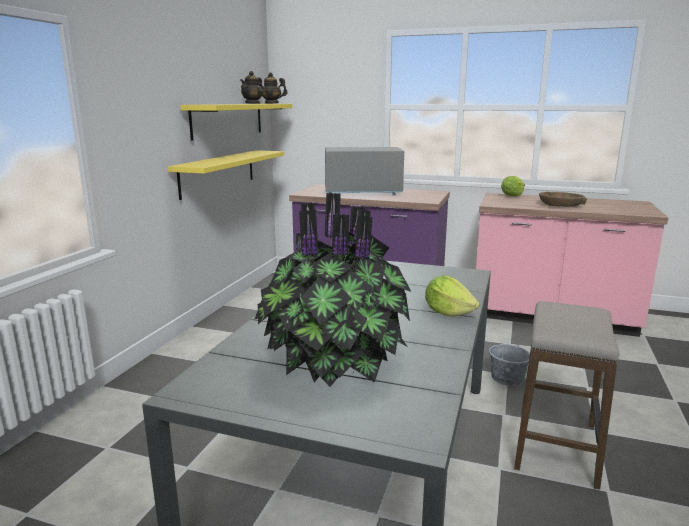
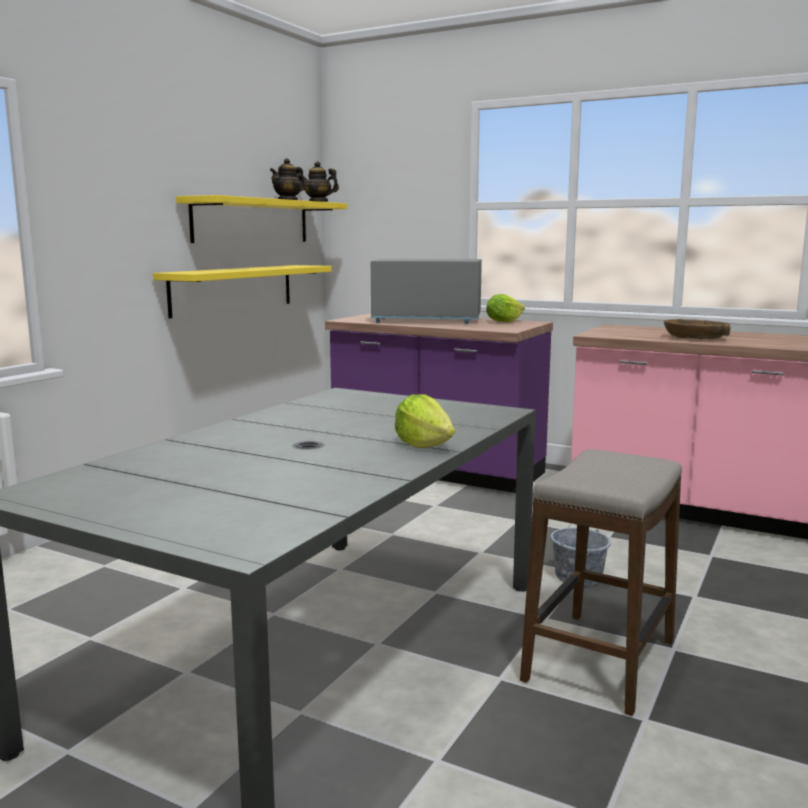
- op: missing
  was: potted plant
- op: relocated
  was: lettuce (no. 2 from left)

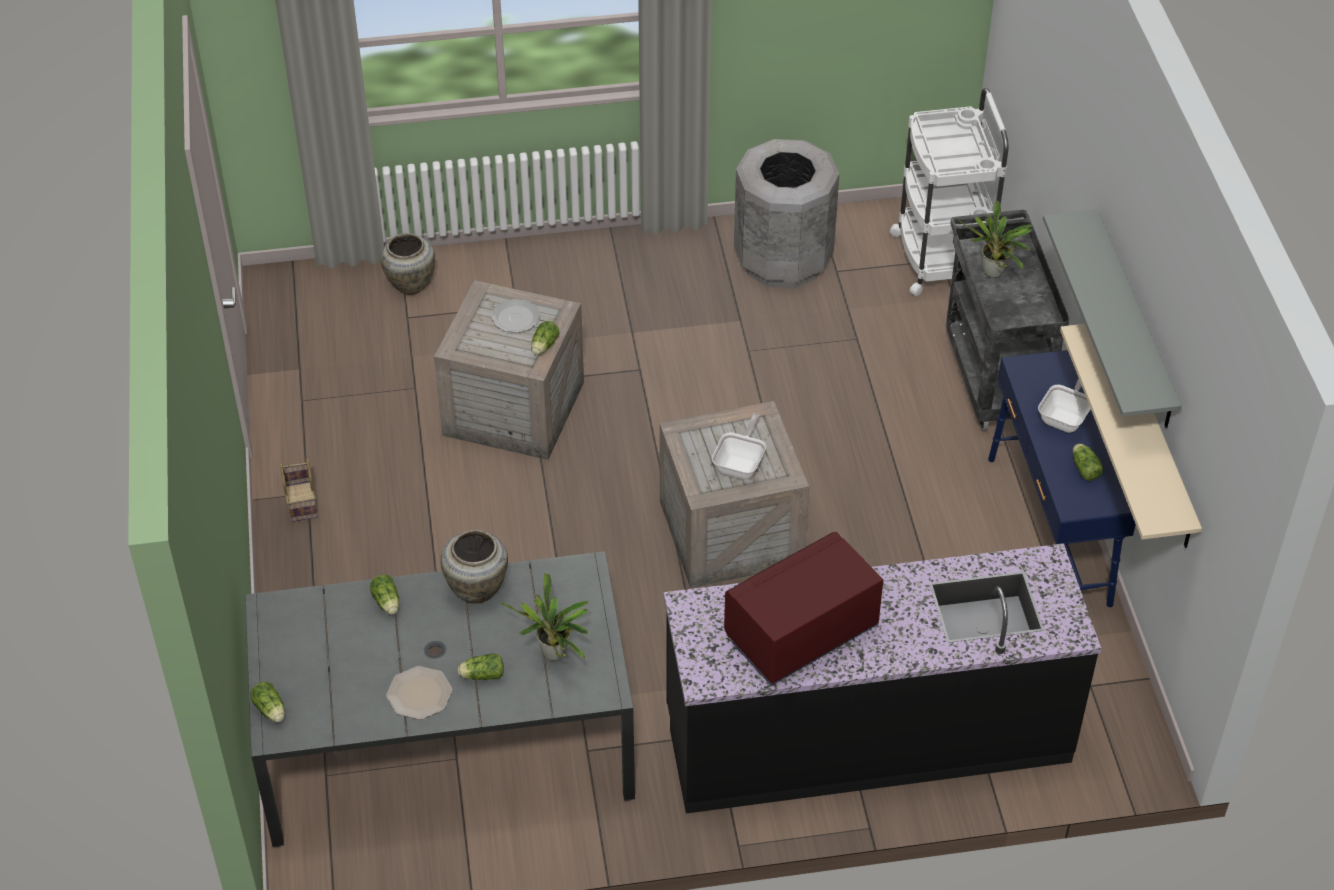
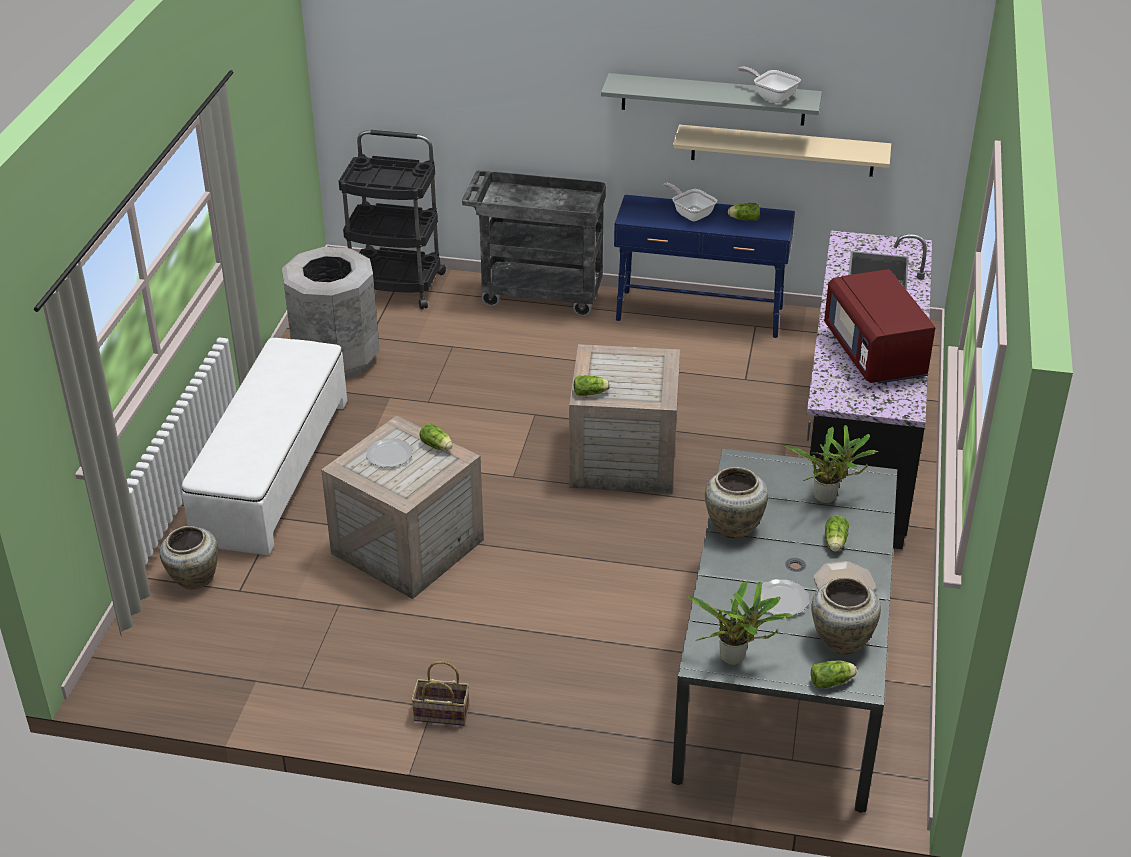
- op: appeared
  now: bench in white
- op: appeared
  now: plate (no. 2 from left)
- op: appeared
  now: vase in beige (no. 3 from left)
- op: relocated
  was: lettuce (no. 2 from left)
- op: relocated
  was: frying pan (no. 1 from left in the first image)
  now: frying pan (no. 2 from left)
- op: relocated
  was: potted plant (no. 2 from left in the first image)
  now: potted plant (no. 1 from left)
- op: colour
  was: cart in white
  now: cart in black (no. 1 from left)

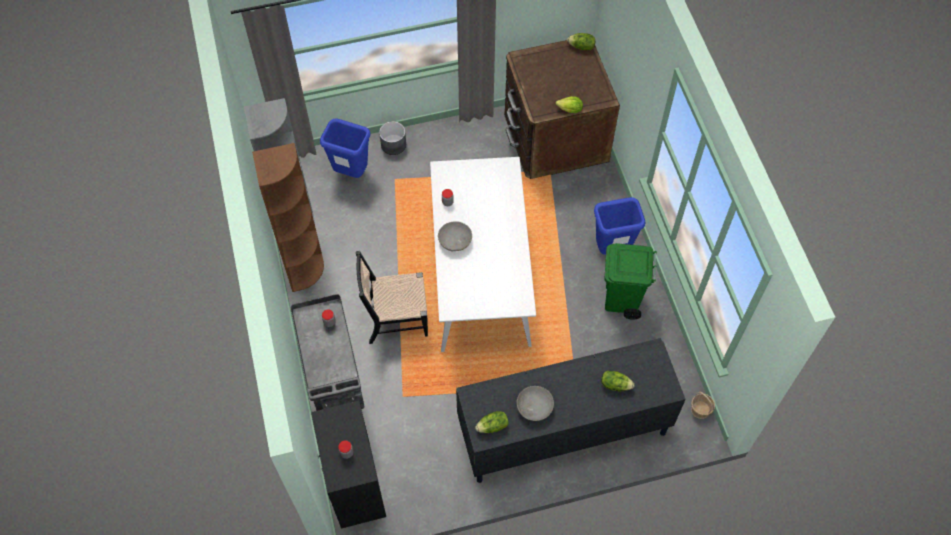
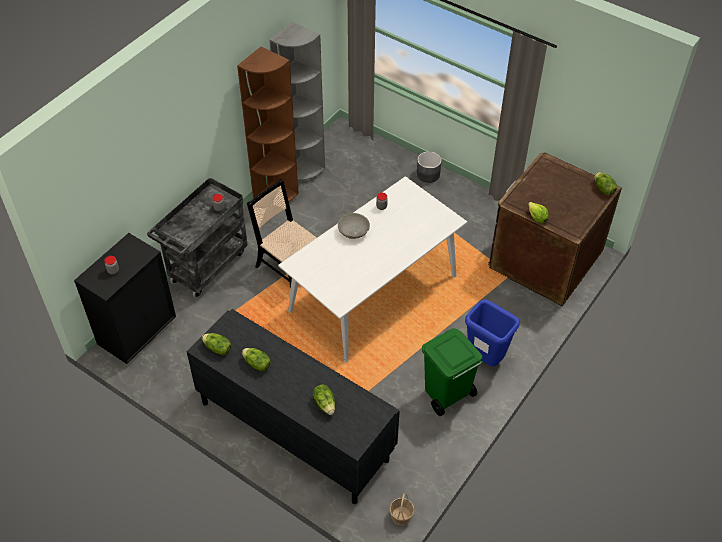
- op: missing
  was: trash can in blue (no. 1 from left)
- op: exchanged
  was: bowl in grey (no. 2 from left)
  now: lettuce (no. 2 from left)

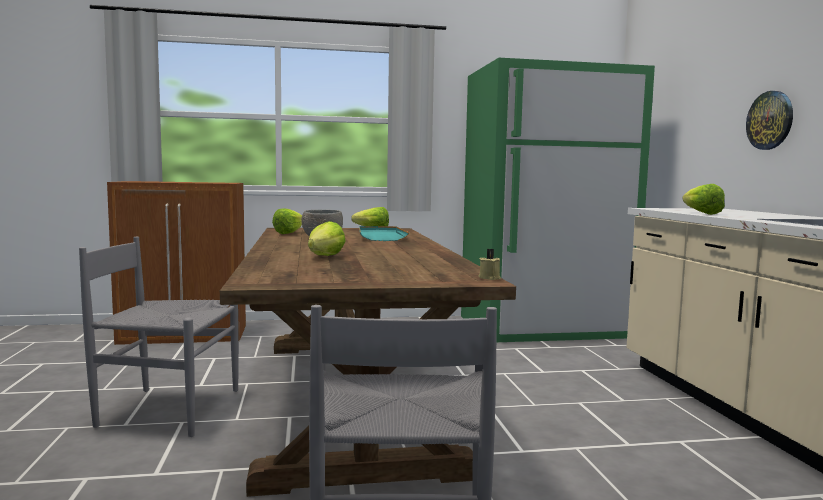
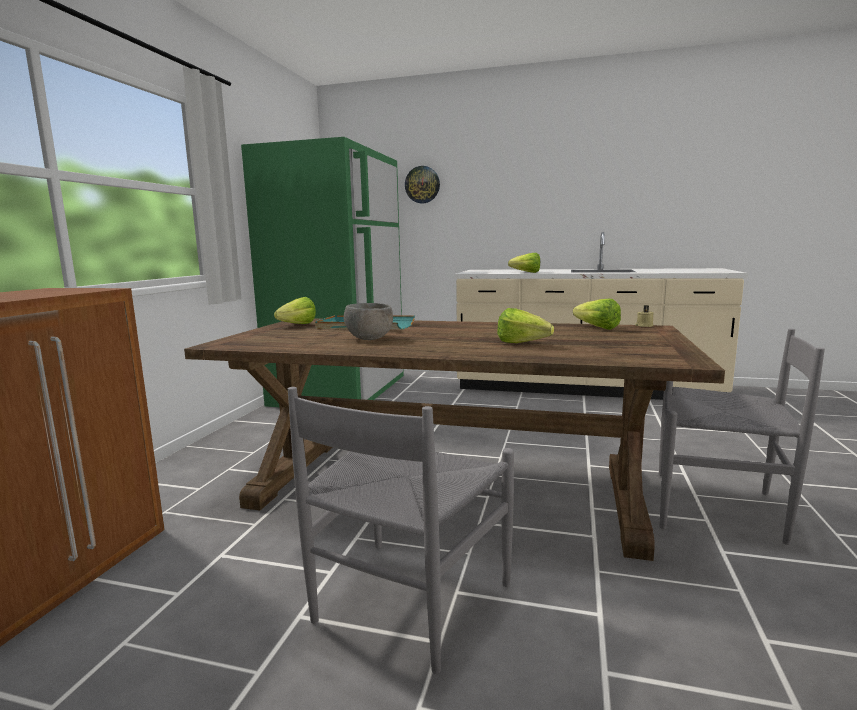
- op: relocated
  was: lettuce (no. 1 from left in the first image)
  now: lettuce (no. 4 from left)
- op: relocated
  was: wall clock

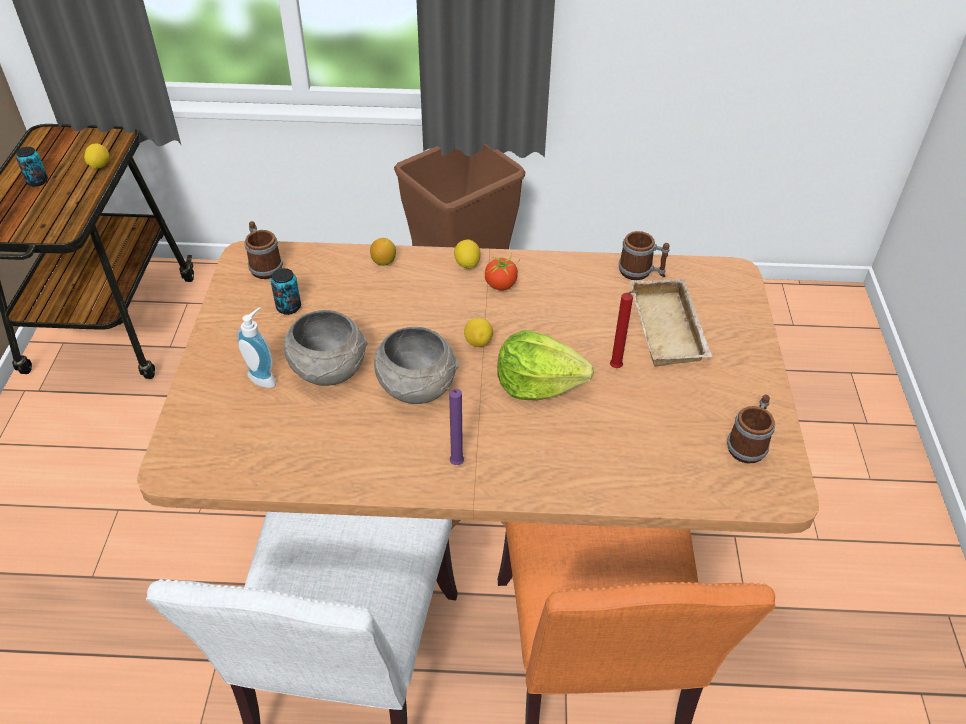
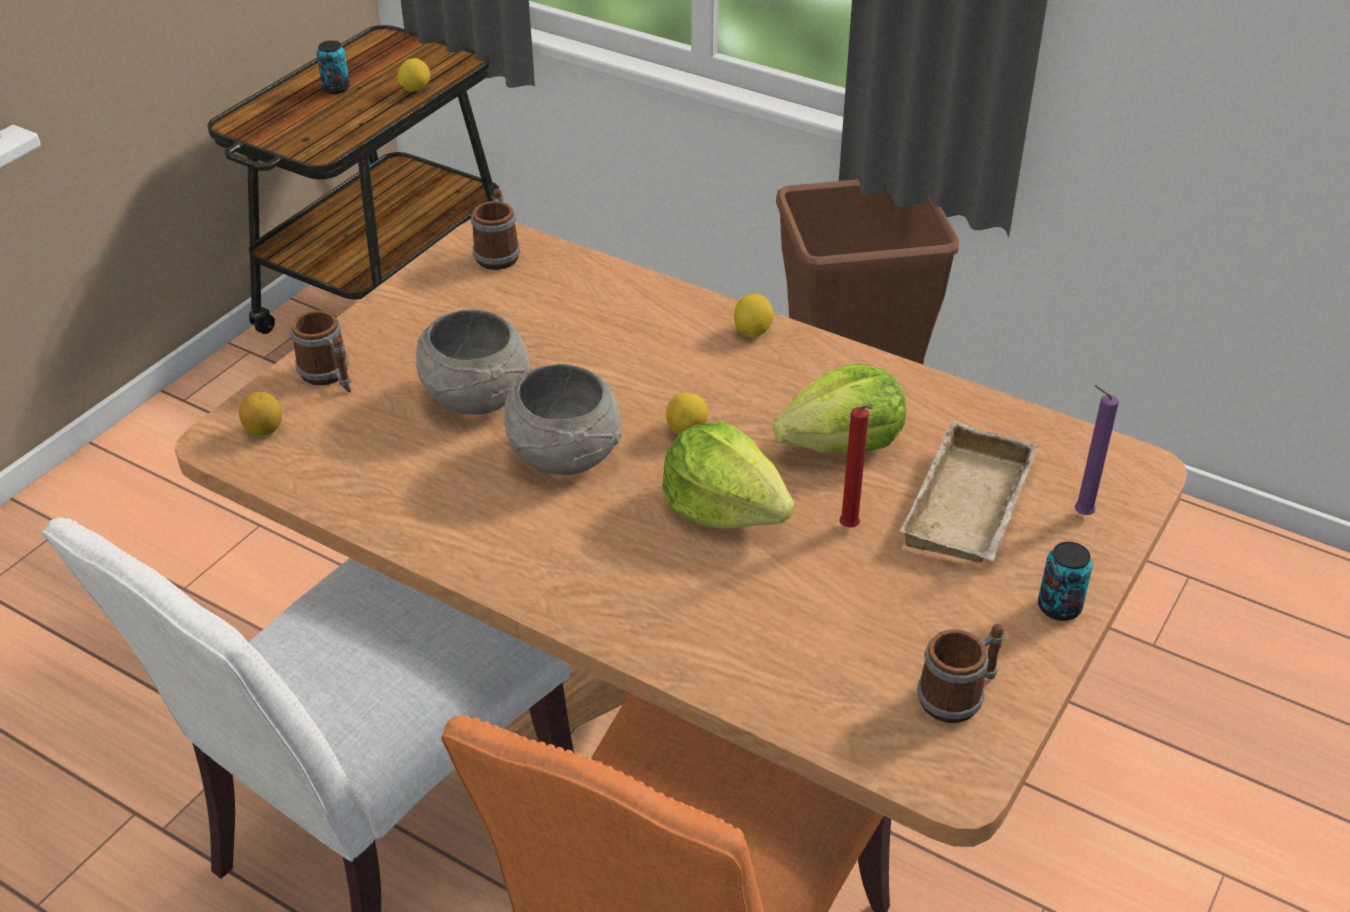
- op: missing
  was: soap dispenser
- op: missing
  was: tomato
- op: appeared
  now: lettuce (no. 2 from left)
- op: relocated
  was: can (no. 2 from left)
- op: relocated
  was: lemon (no. 2 from left in the first image)
  now: lemon (no. 1 from left)
- op: relocated
  was: candle in purple
- op: relocated
  was: mug (no. 2 from left in the first image)
  now: mug (no. 1 from left)

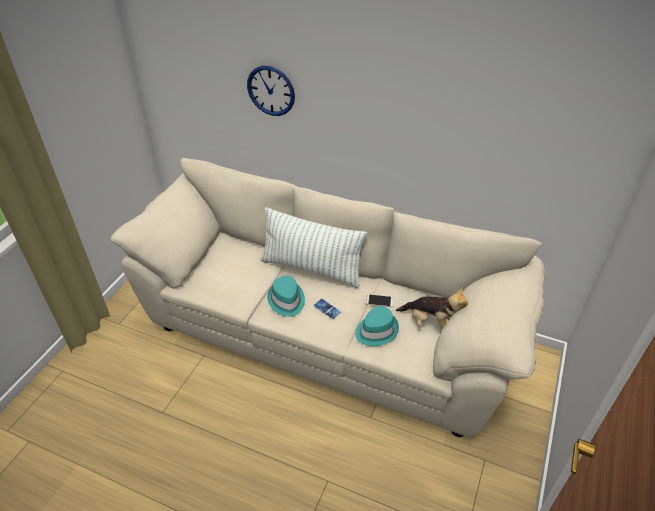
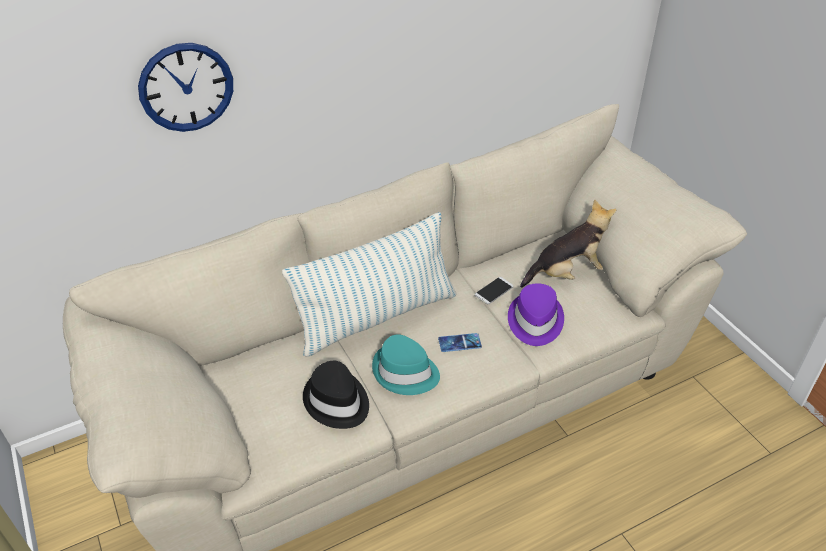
- op: appeared
  now: hat in black
- op: colour
  was: hat in turquoise (no. 2 from left)
  now: hat in purple

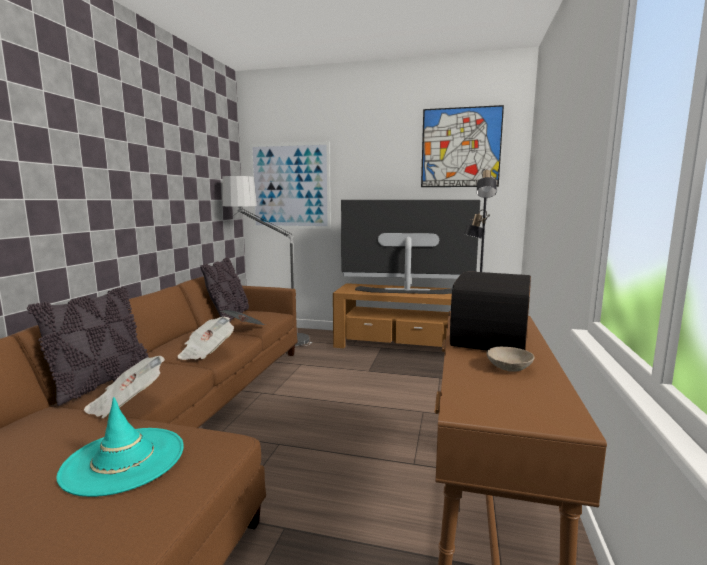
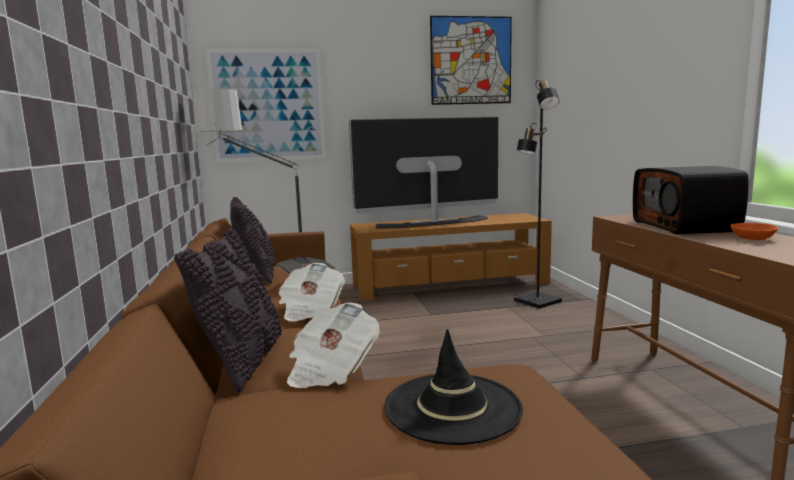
- op: colour
  was: hat in turquoise
  now: hat in black
- op: colour
  was: bowl in beige
  now: bowl in orange

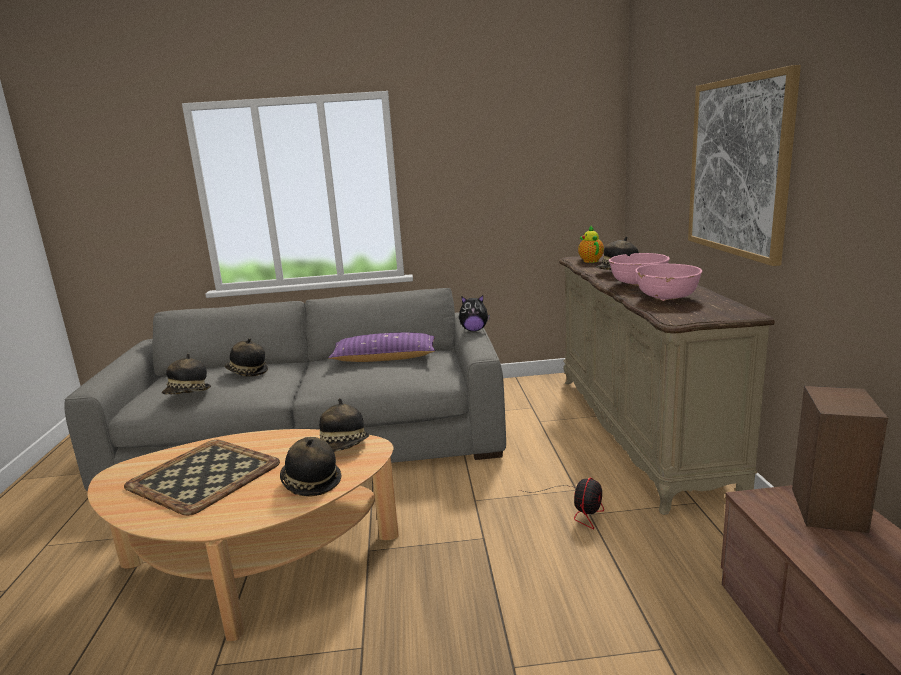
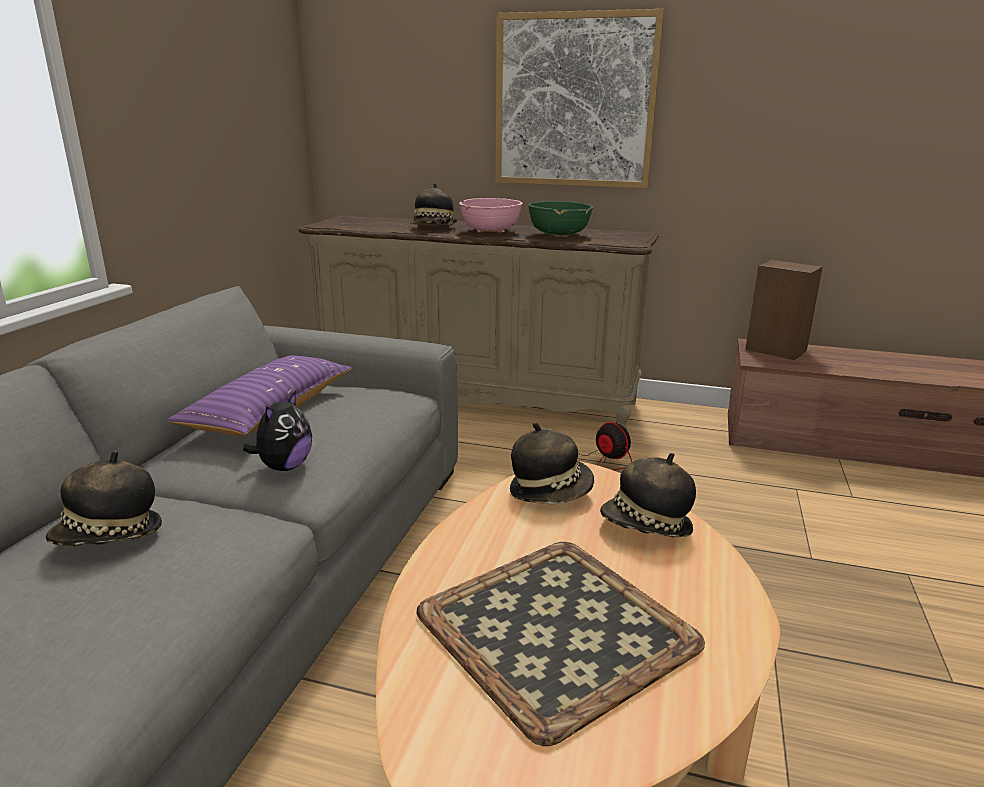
- op: missing
  was: hat (no. 1 from left)
- op: missing
  was: teapot
- op: relocated
  was: plush toy
- op: colour
  was: bowl in pink (no. 2 from left)
  now: bowl in green

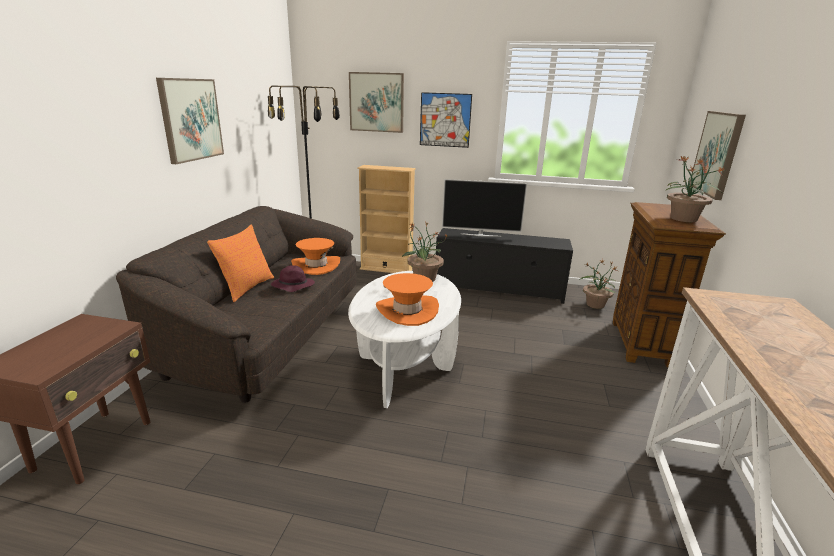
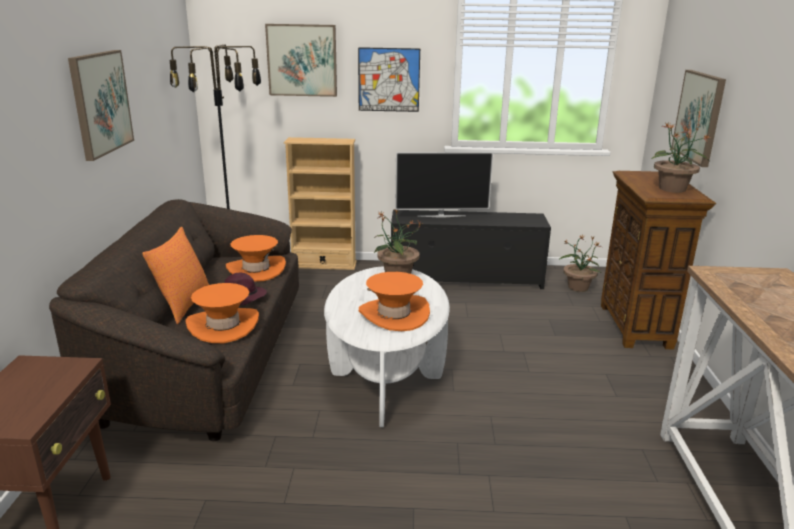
- op: appeared
  now: hat in orange (no. 1 from left)

